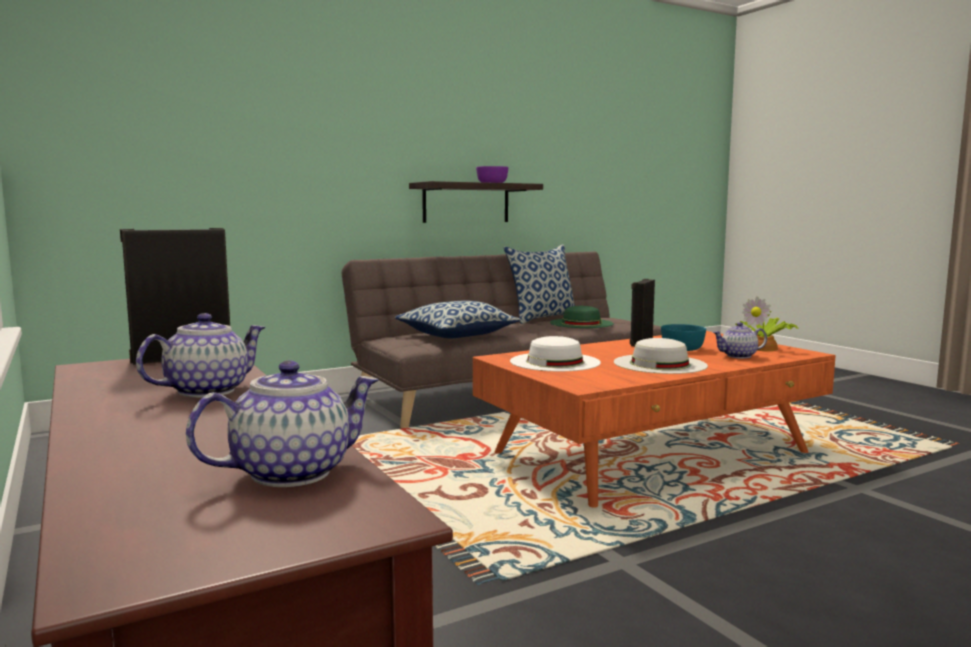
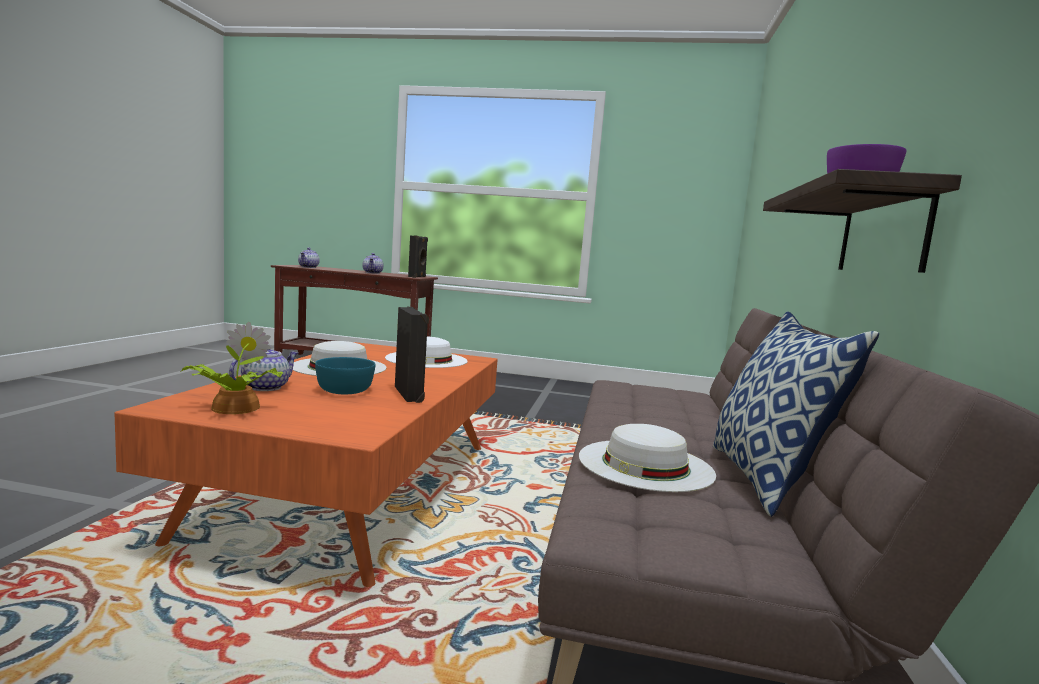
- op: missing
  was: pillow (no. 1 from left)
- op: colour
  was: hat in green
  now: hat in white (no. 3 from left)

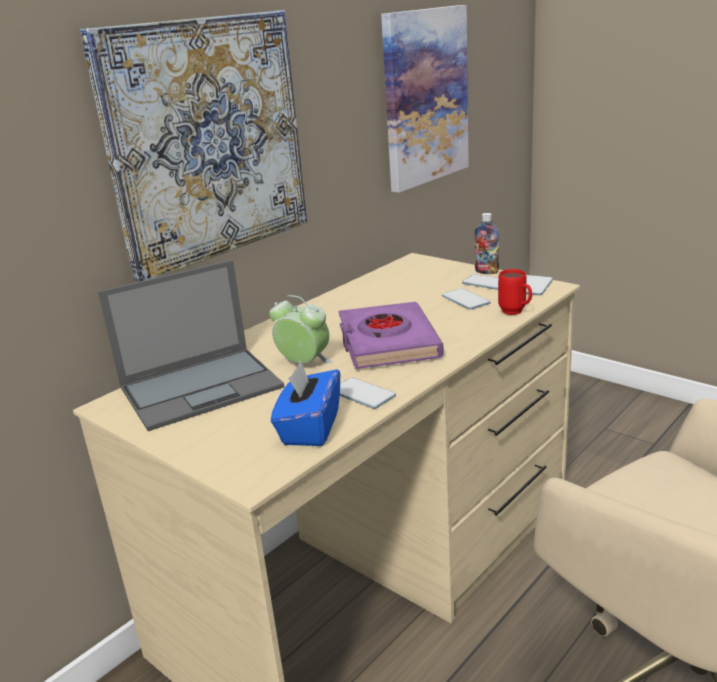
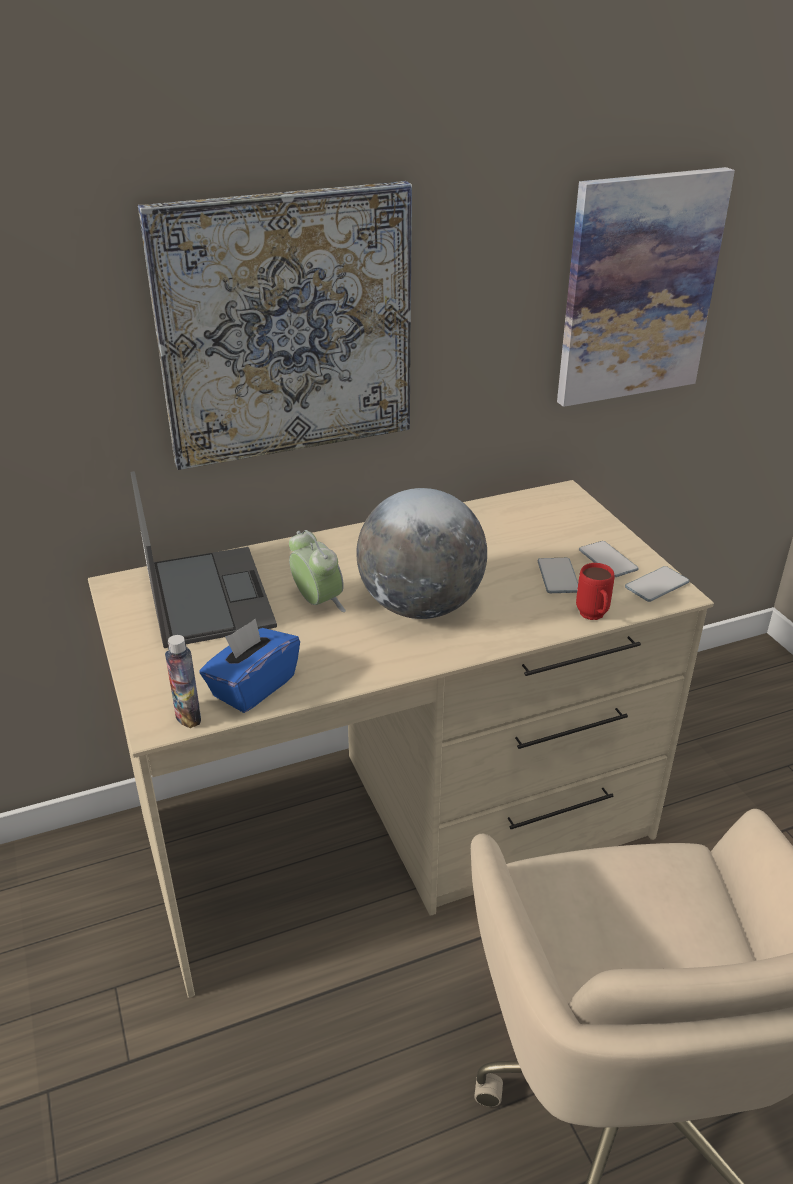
- op: missing
  was: phone (no. 1 from left)
- op: relocated
  was: bottle
- op: exchanged
  was: book in purple
  now: globe
- op: spun
  was: laptop
  clockwise: -105

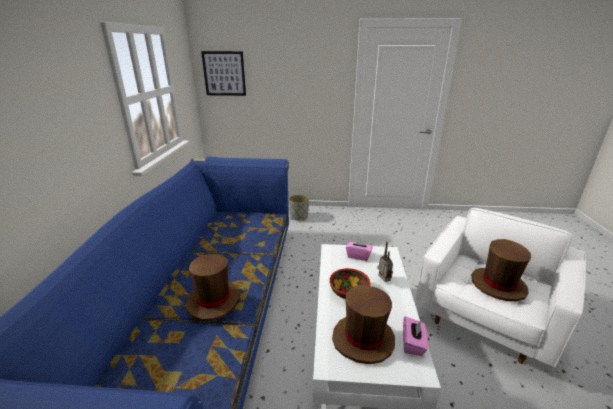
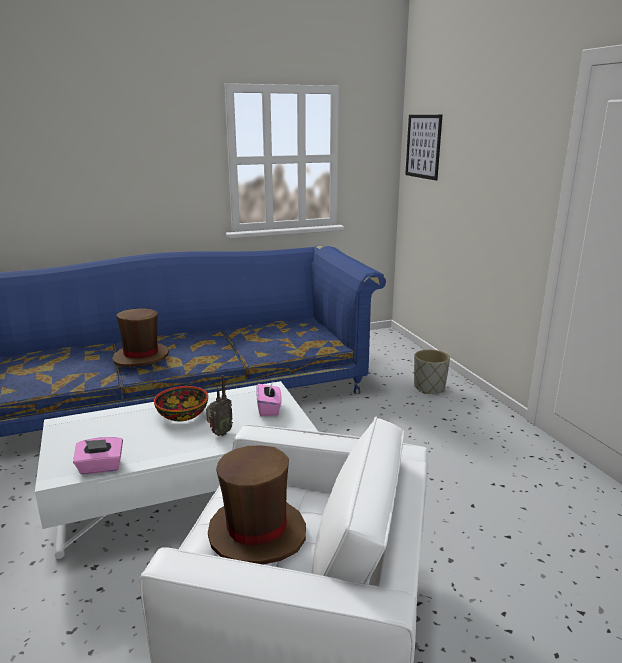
- op: missing
  was: hat in brown (no. 2 from left)

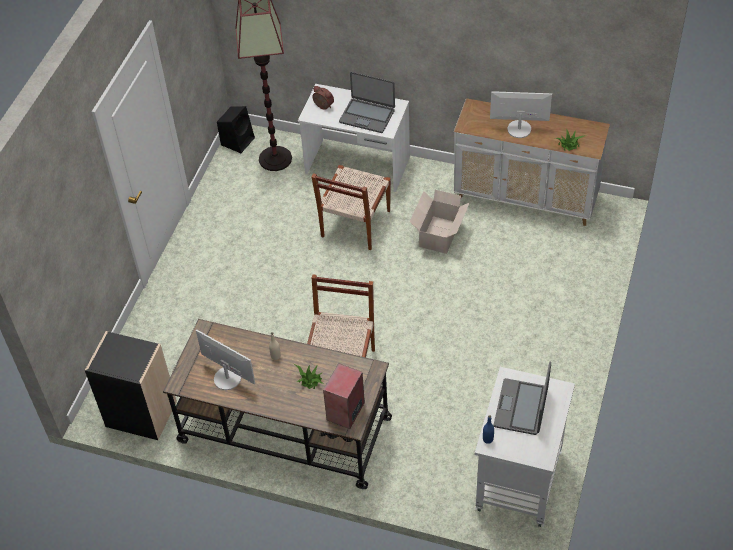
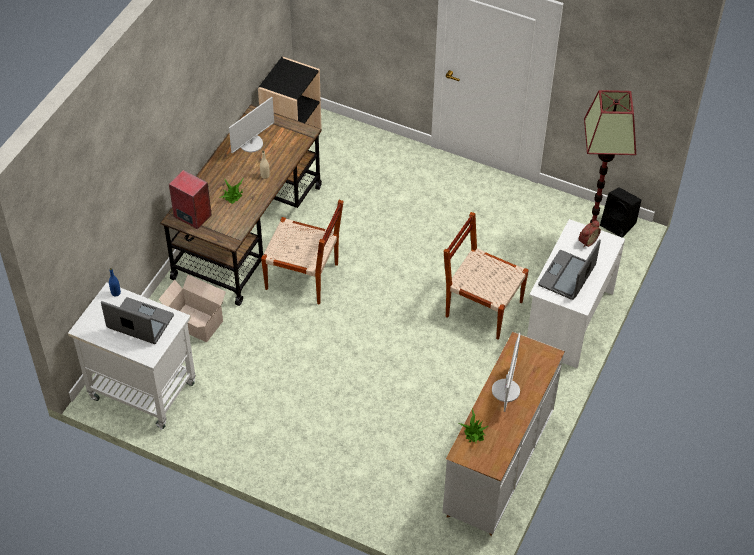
- op: relocated
  was: cardboard box

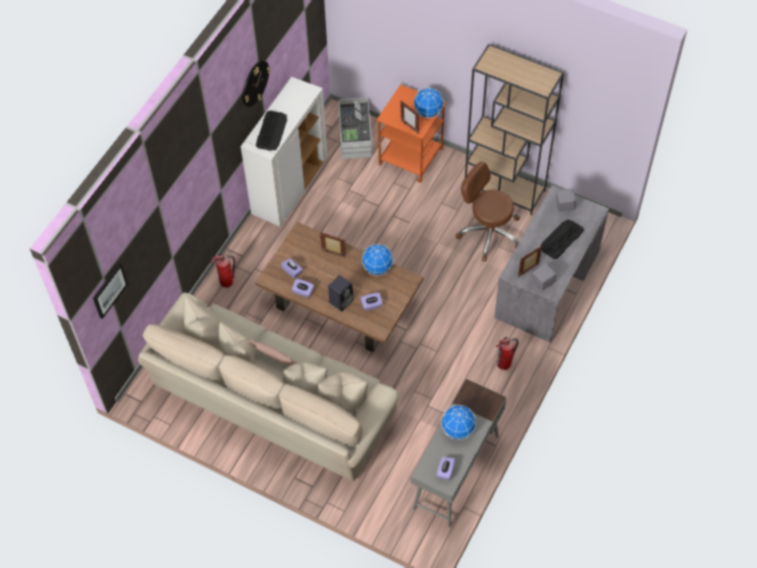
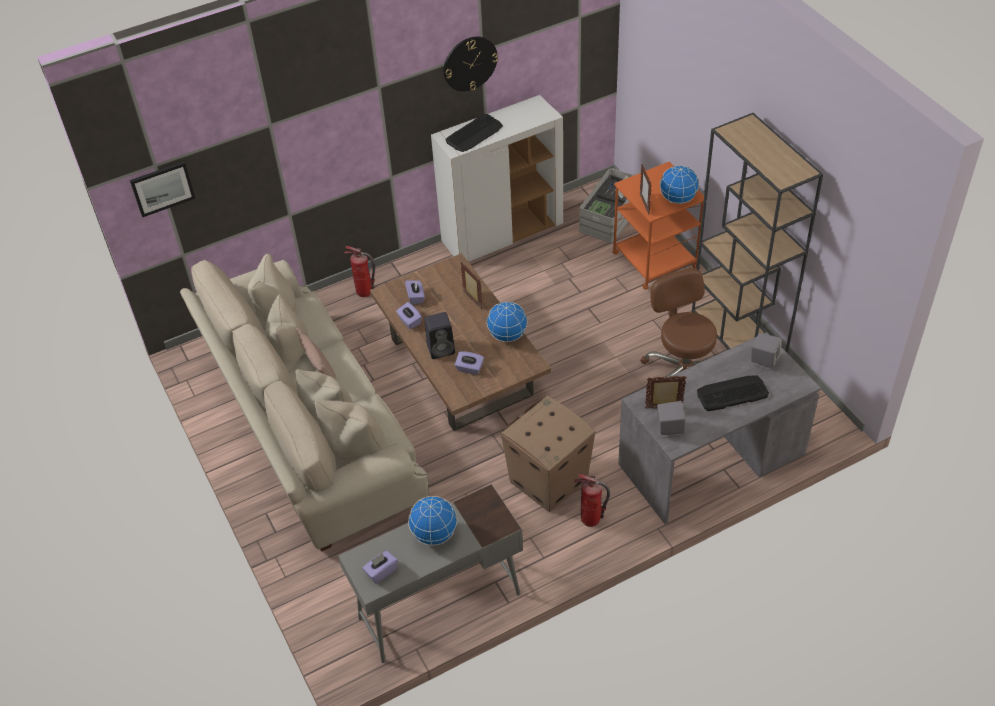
- op: appeared
  now: cardboard box

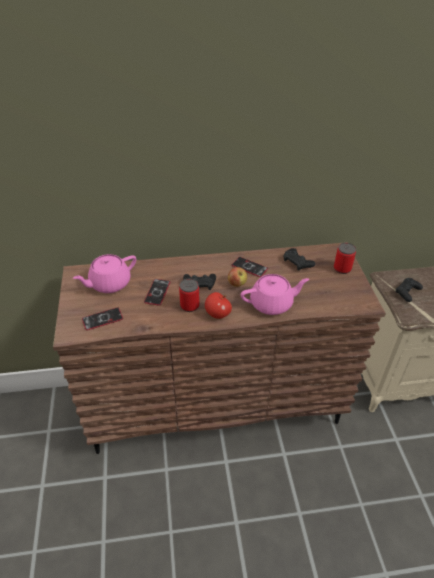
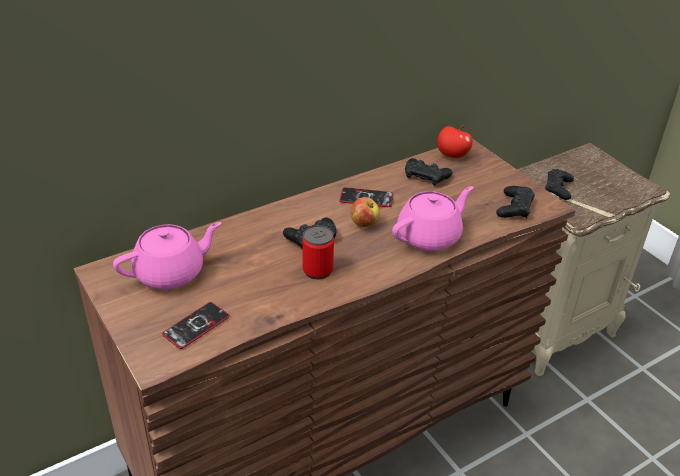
- op: missing
  was: phone (no. 2 from left)
- op: missing
  was: can (no. 2 from left)
- op: appeared
  now: game controller in black (no. 3 from left)
- op: relocated
  was: apple (no. 1 from left in the first image)
  now: apple (no. 2 from left)
- op: spun
  was: teapot in pink (no. 1 from left)
  clockwise: -150

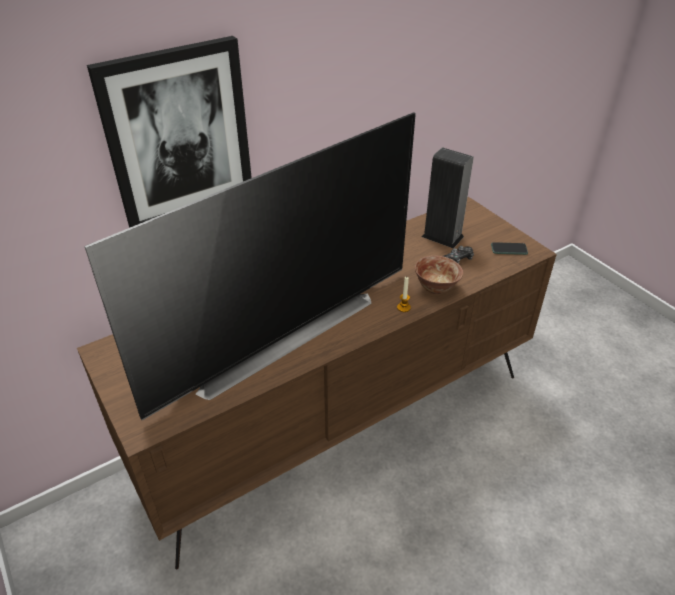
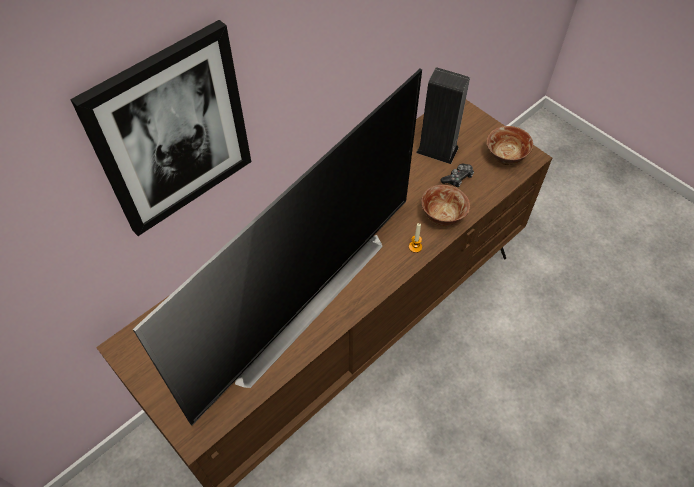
- op: exchanged
  was: phone
  now: bowl (no. 2 from left)

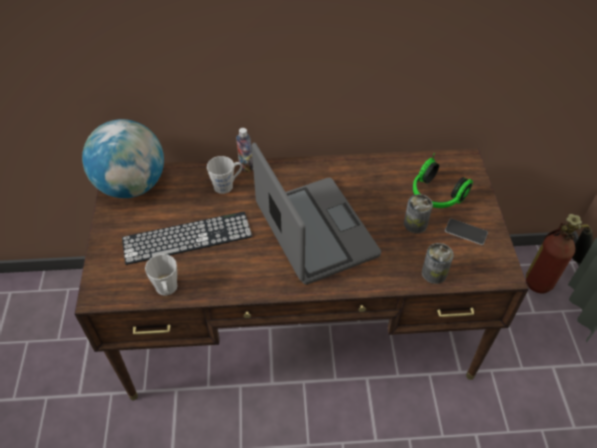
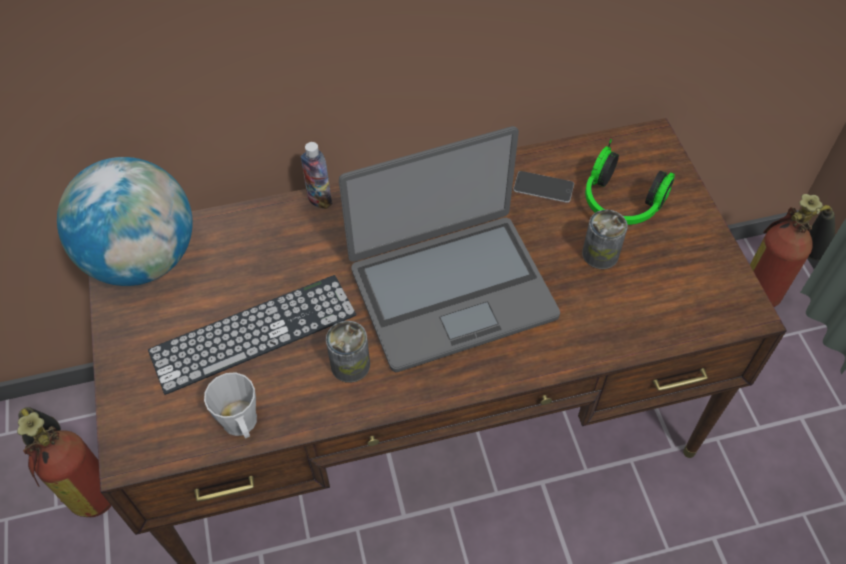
- op: missing
  was: mug in grey (no. 2 from left)
- op: appeared
  now: fire extinguisher (no. 1 from left)
- op: relocated
  was: can (no. 2 from left in the first image)
  now: can (no. 1 from left)
- op: relocated
  was: phone
- op: spun
  was: laptop
  clockwise: 105

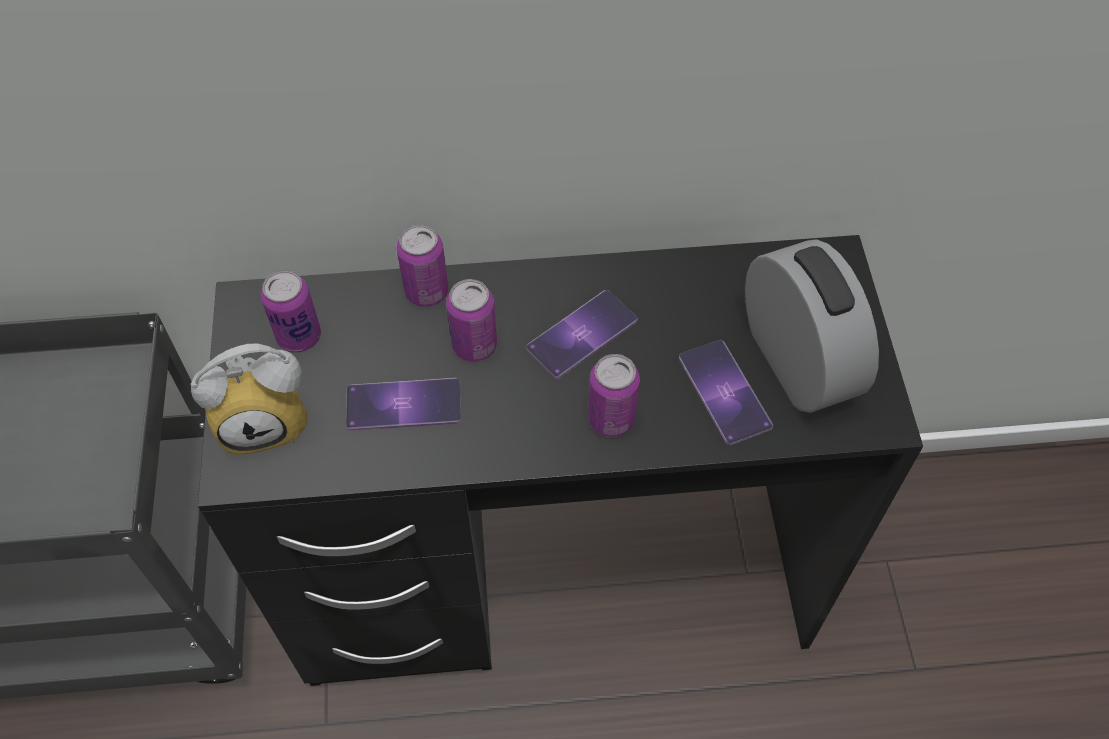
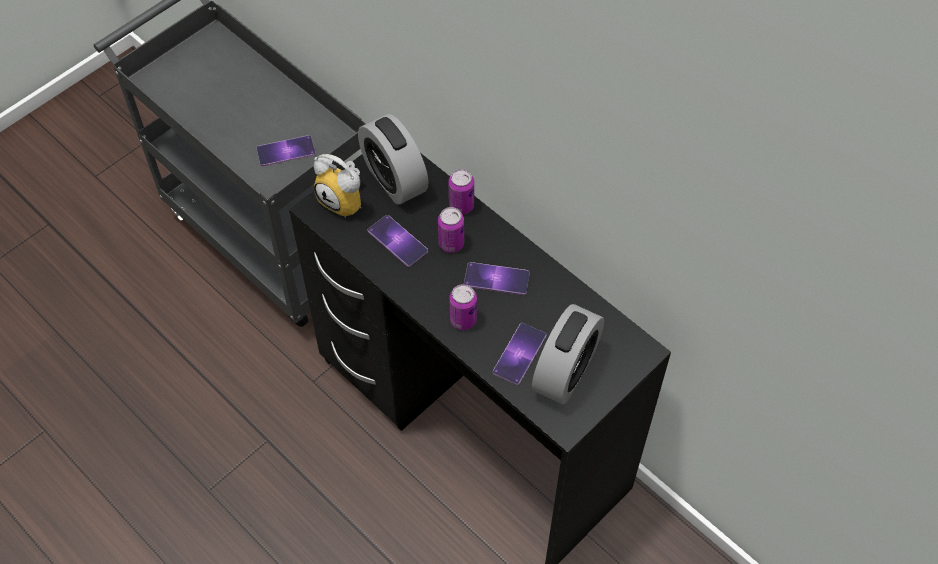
- op: appeared
  now: phone (no. 1 from left)
- op: exchanged
  was: can (no. 1 from left)
  now: alarm clock (no. 2 from left)

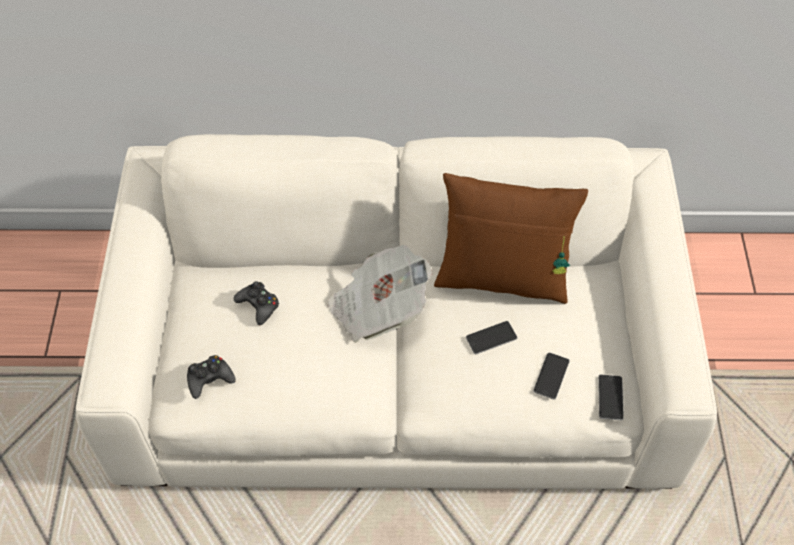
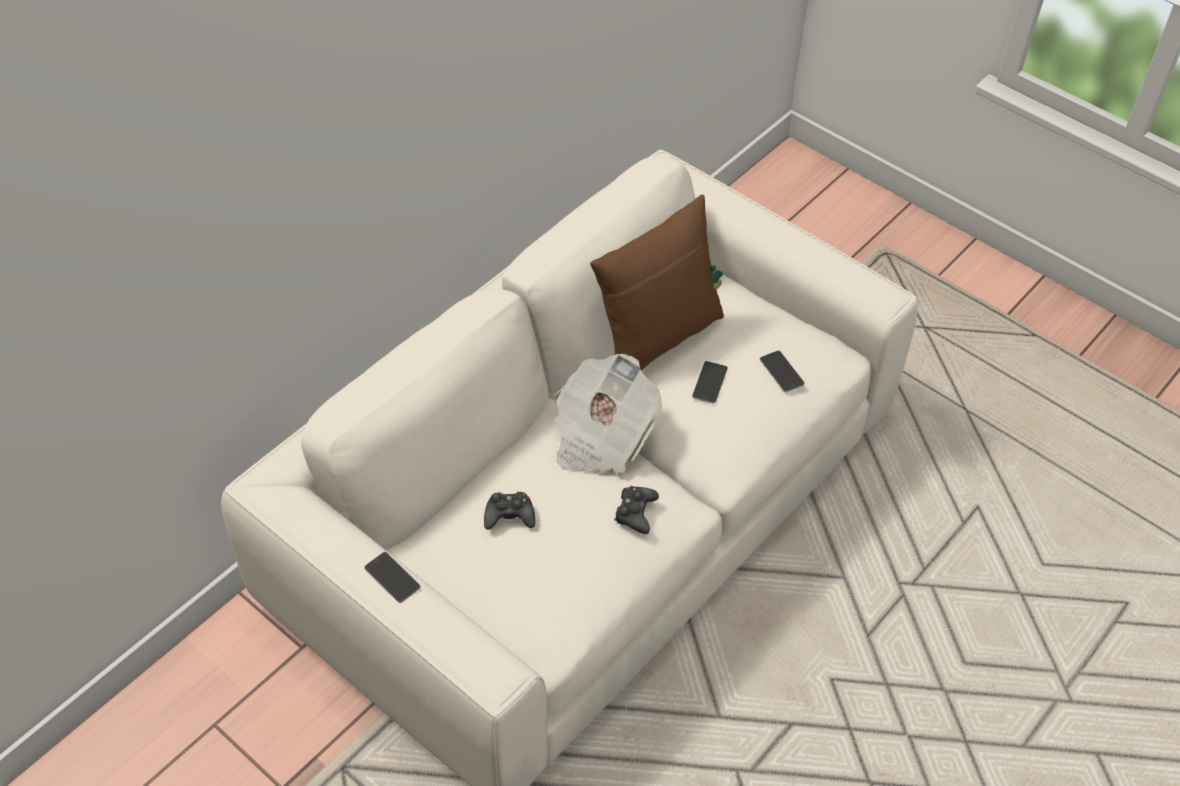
- op: relocated
  was: game controller in black (no. 1 from left in the first image)
  now: game controller in black (no. 2 from left)
- op: relocated
  was: phone (no. 3 from left in the first image)
  now: phone (no. 1 from left)

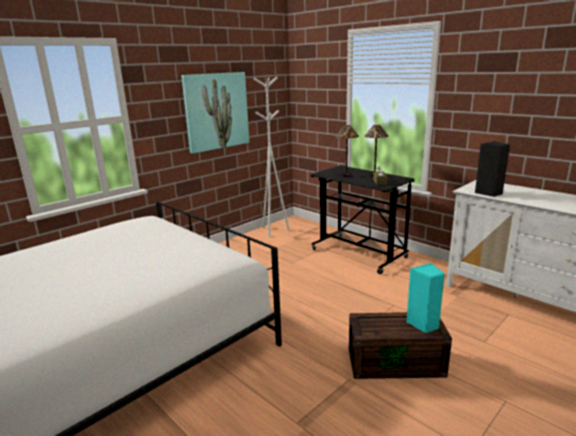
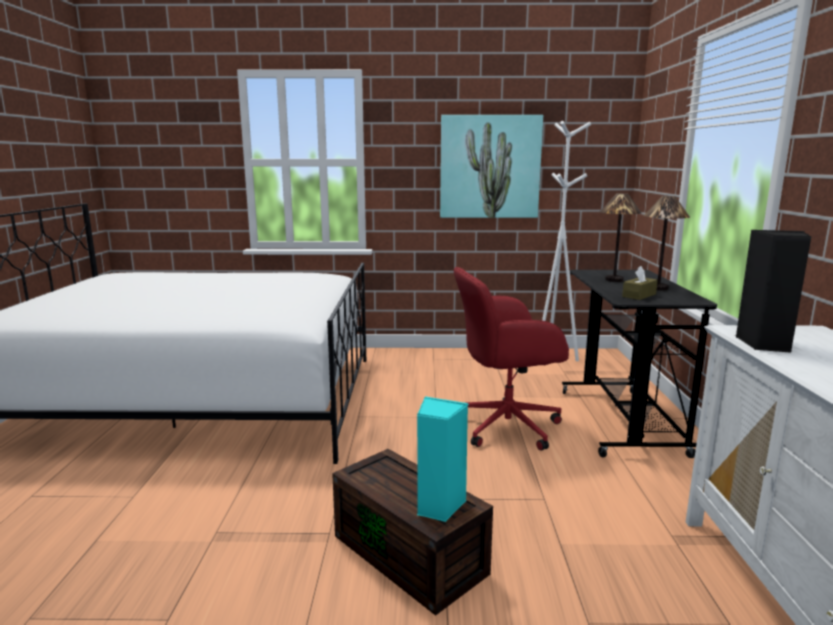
- op: appeared
  now: office chair in red

